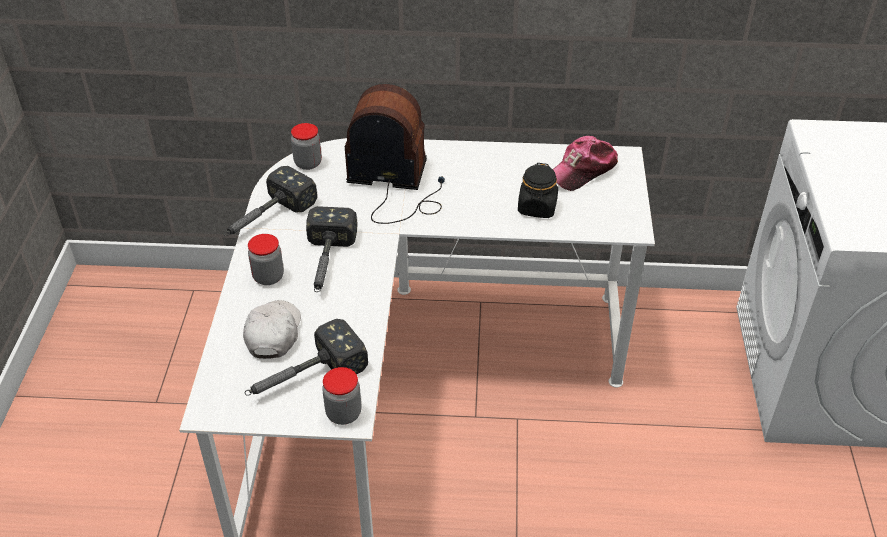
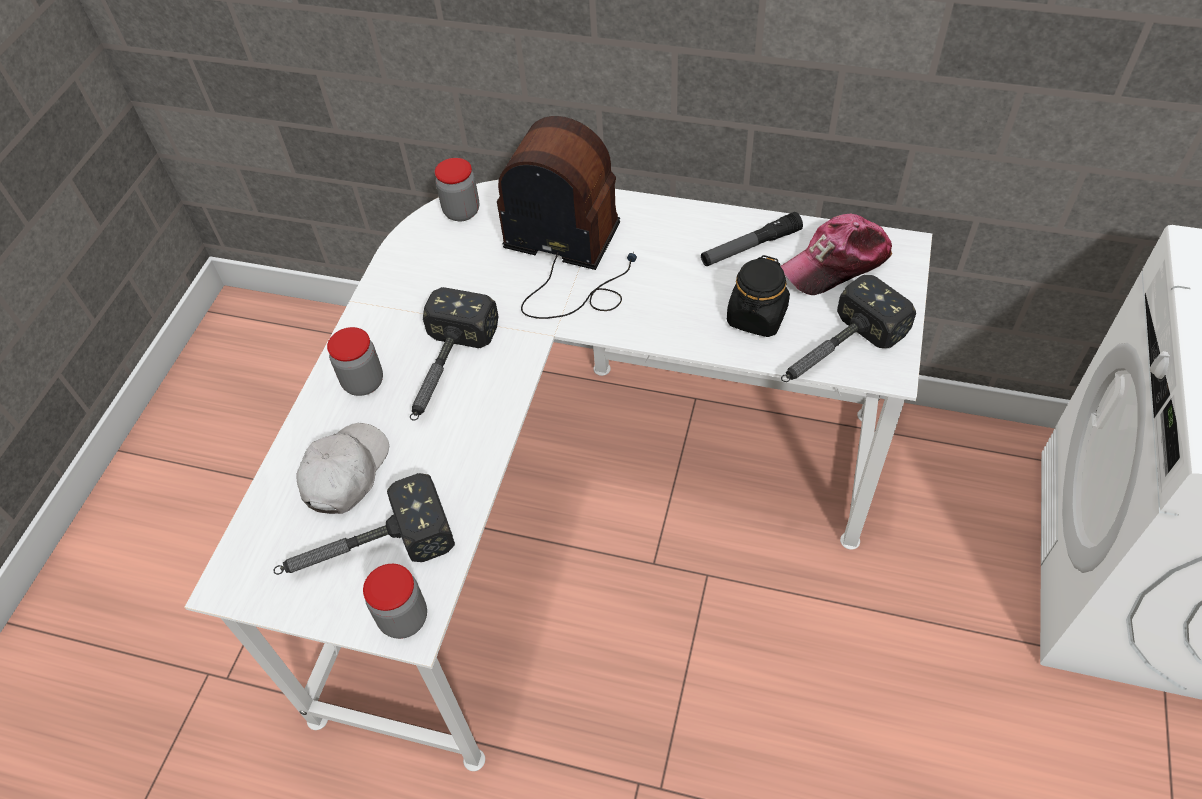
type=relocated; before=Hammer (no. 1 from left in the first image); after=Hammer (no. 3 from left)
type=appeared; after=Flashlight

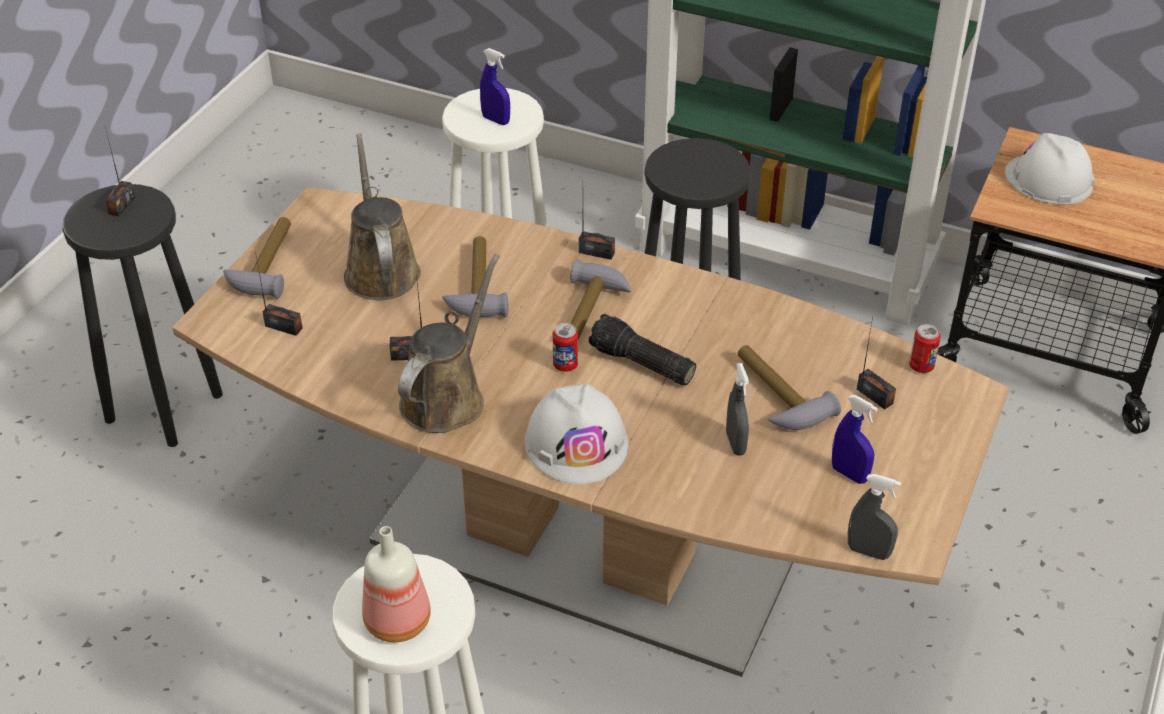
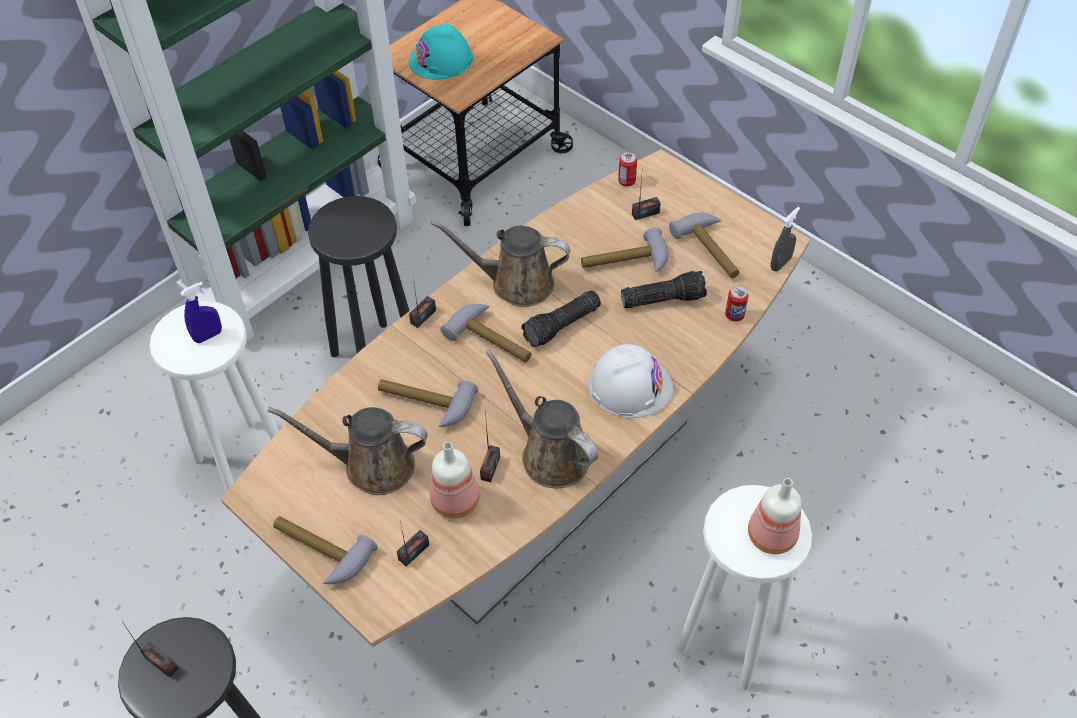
type=colour; before=WhiteHardHat (no. 2 from left); after=TurquoiseHardHat
type=relocated; before=Can (no. 1 from left in the first image); after=Can (no. 2 from left)
type=exchanged; before=GreySprayBottle (no. 1 from left); after=Flashlight (no. 2 from left)
type=exchanged; before=BlueSprayBottle (no. 2 from left); after=Hammer (no. 5 from left)
type=appeared; after=BrownWateringCan (no. 2 from left)
type=appeared; after=Bottle (no. 1 from left)

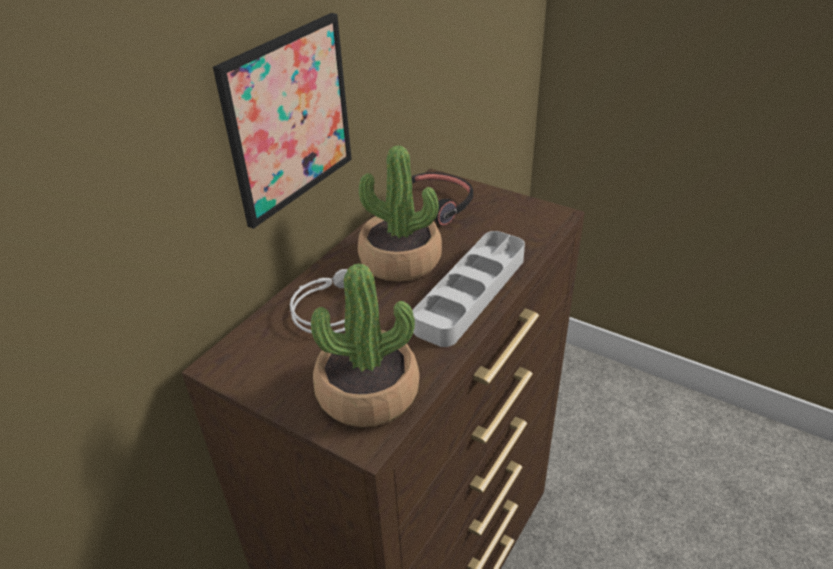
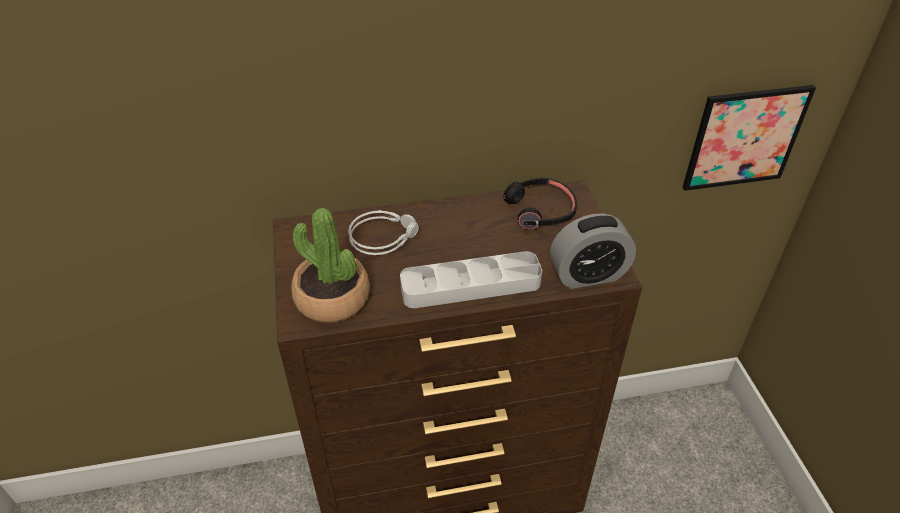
type=relocated; before=Picture
type=missing; before=PottedPlant (no. 2 from left)
type=appeared; after=AlarmClock

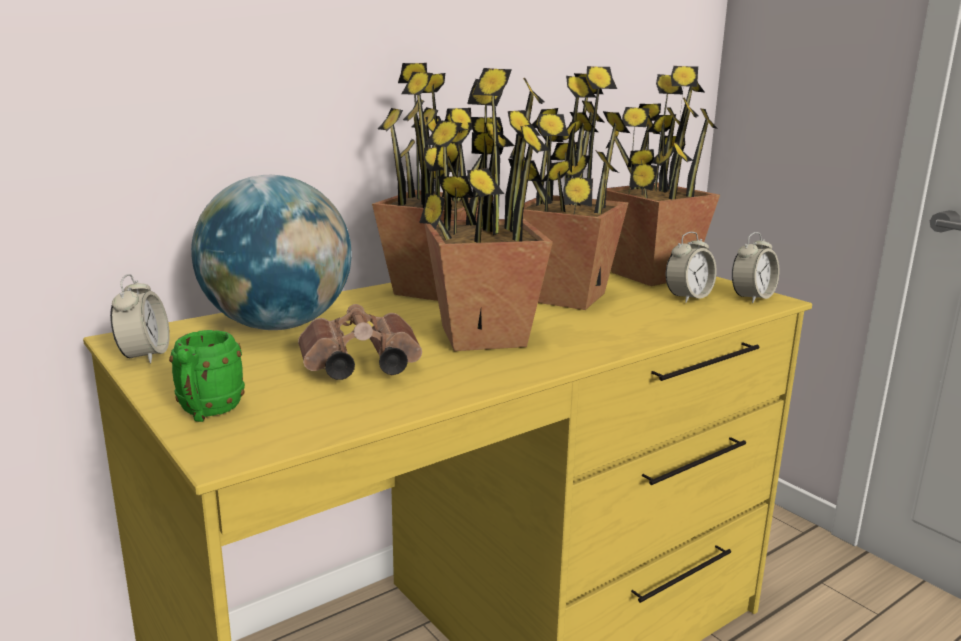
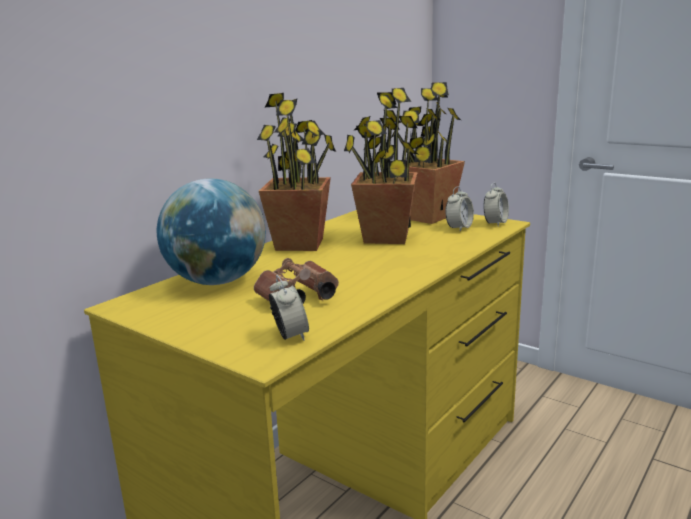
type=missing; before=PottedPlant (no. 2 from left)
type=relocated; before=AlarmClock (no. 1 from left)
type=missing; before=GreenMug

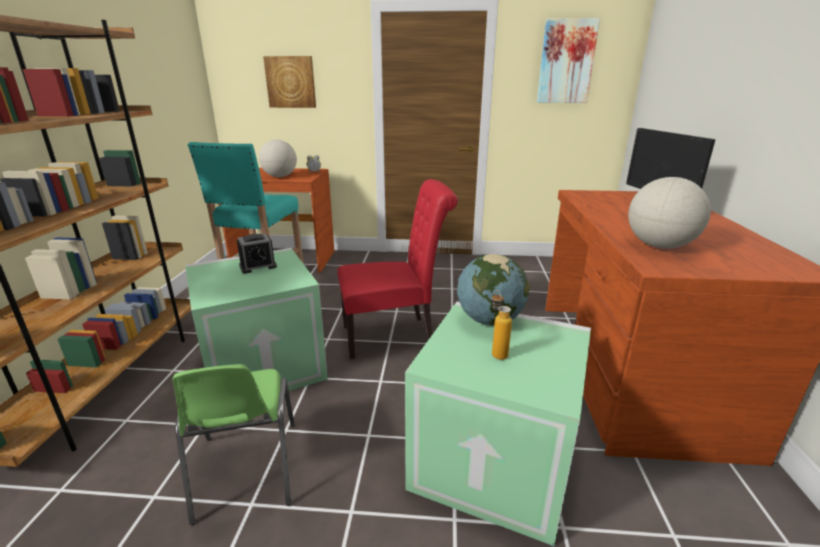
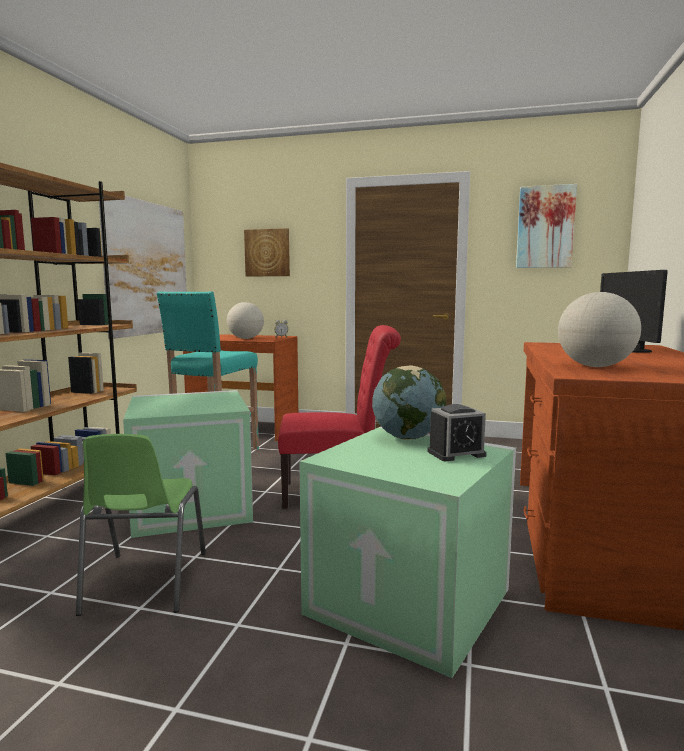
type=relocated; before=AlarmClock (no. 1 from left in the first image); after=AlarmClock (no. 2 from left)
type=missing; before=Bottle
type=appeared; after=Picture (no. 1 from left)

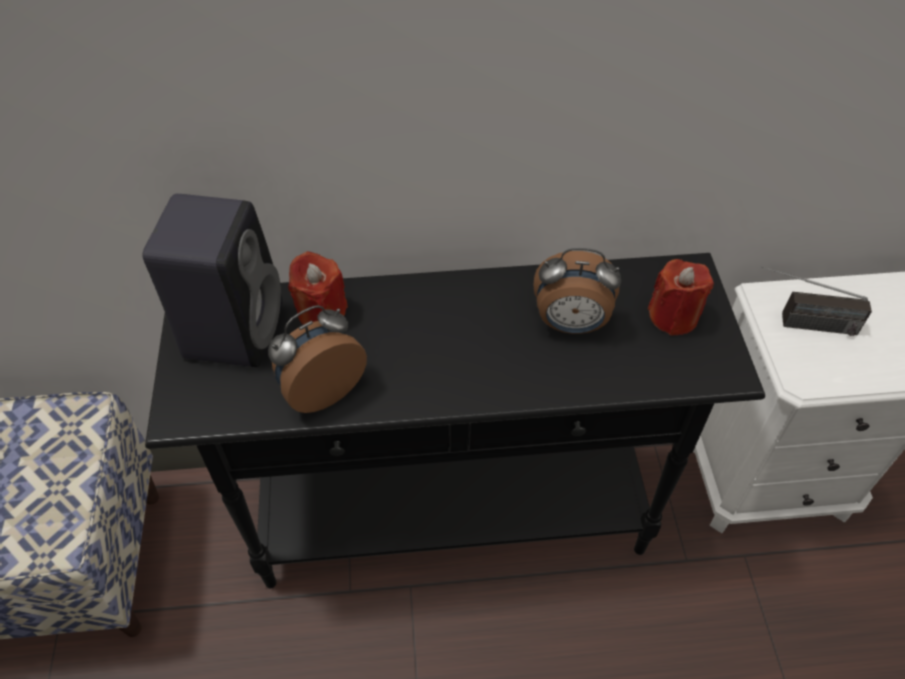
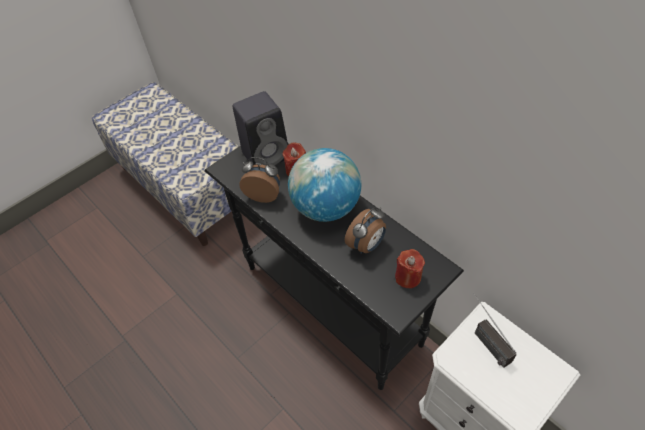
type=spun; before=AlarmClock (no. 2 from left); turn=-105
type=appeared; after=Globe

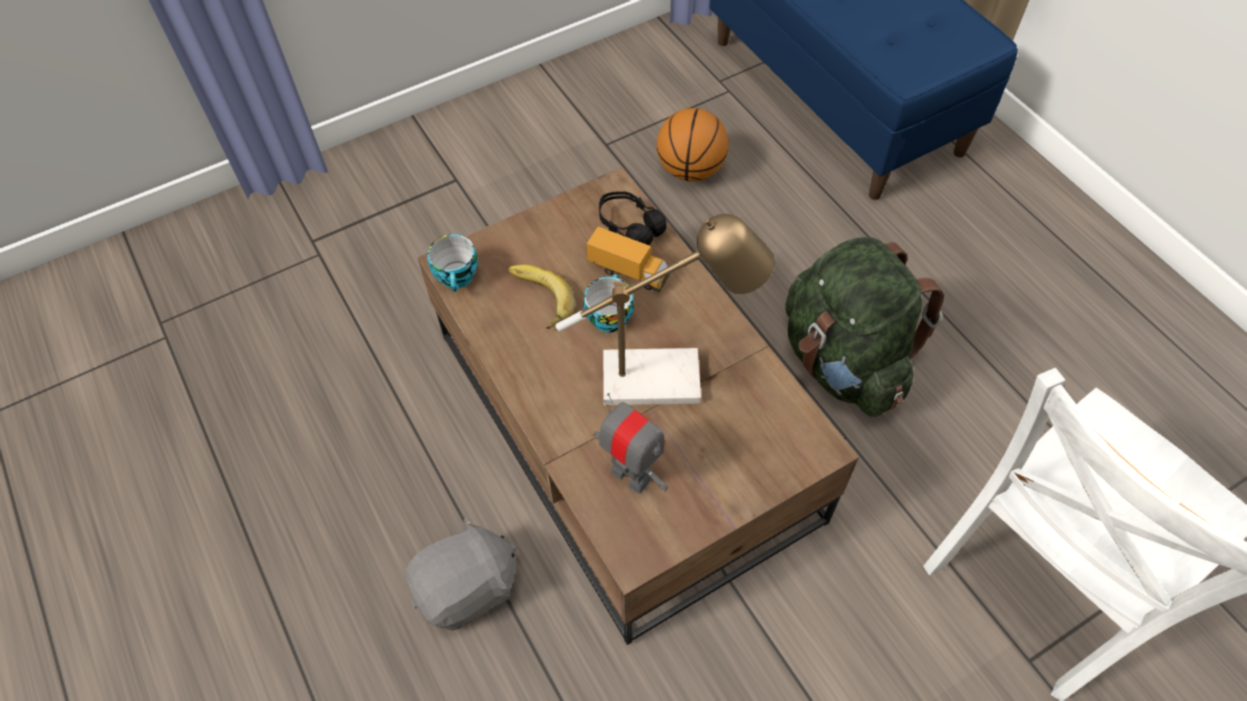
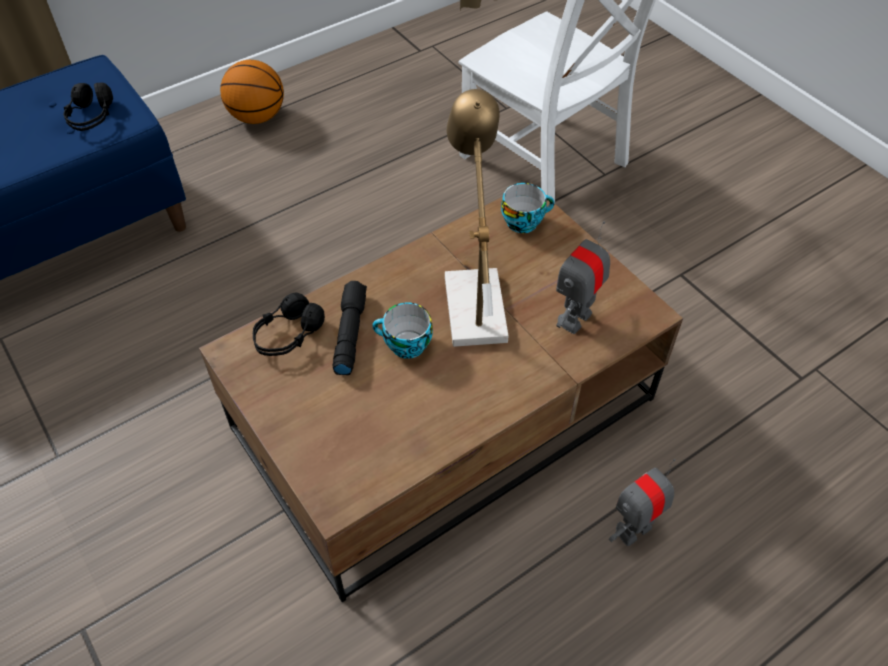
type=relocated; before=Basketball
type=exchanged; before=ToyTruck; after=BlackFlashlight
type=relocated; before=Cup (no. 1 from left in the first image); after=Cup (no. 2 from left)
type=missing; before=GreenBackpack
type=missing; before=Banana
type=exchanged; before=GreyPlushToy; after=ToyRobot (no. 2 from left)
type=appeared; after=BlackHeadphones (no. 1 from left)

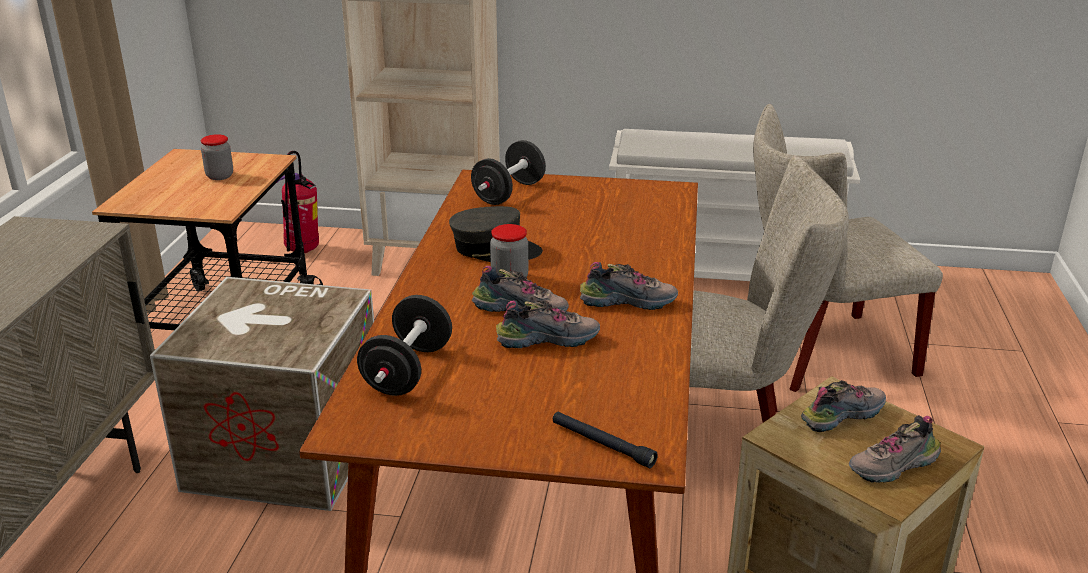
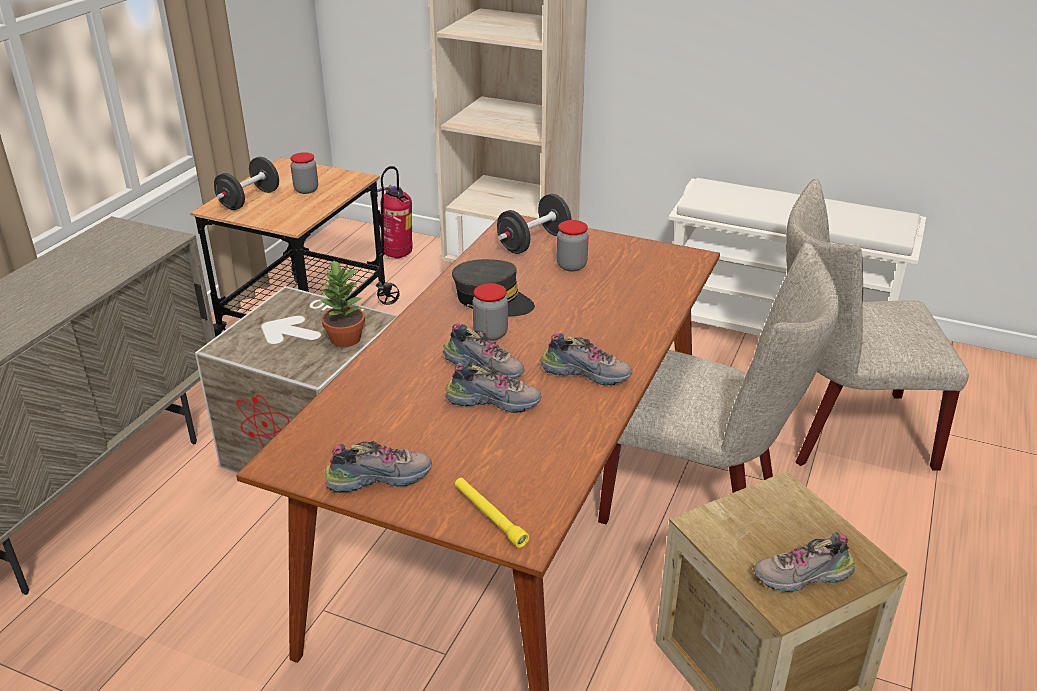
type=relocated; before=BlackDumbbell (no. 1 from left)
type=relocated; before=Shoe (no. 4 from left in the first image); after=Shoe (no. 1 from left)
type=colour; before=BlackFlashlight; after=YellowFlashlight
type=appeared; after=Jar (no. 3 from left)
type=appeared; after=PottedPlant

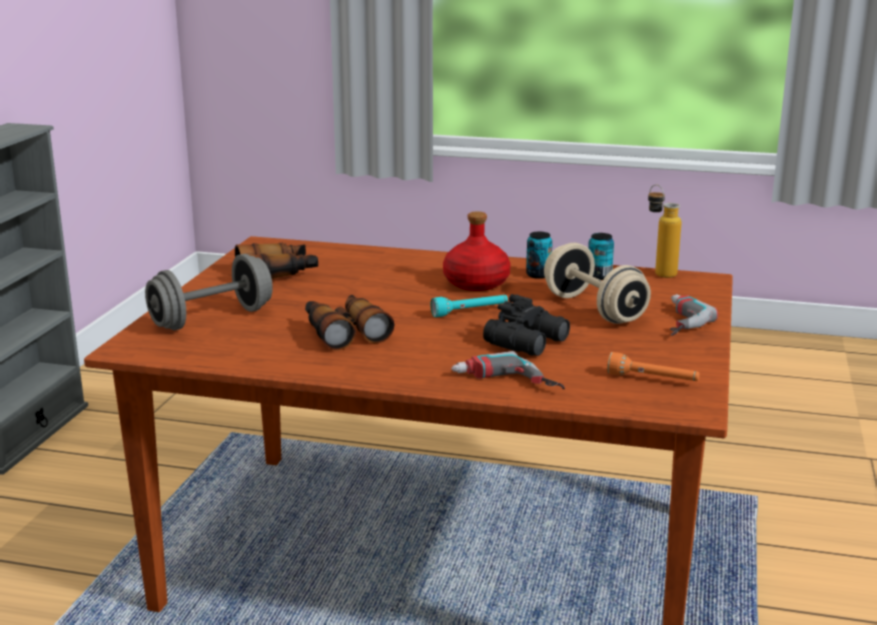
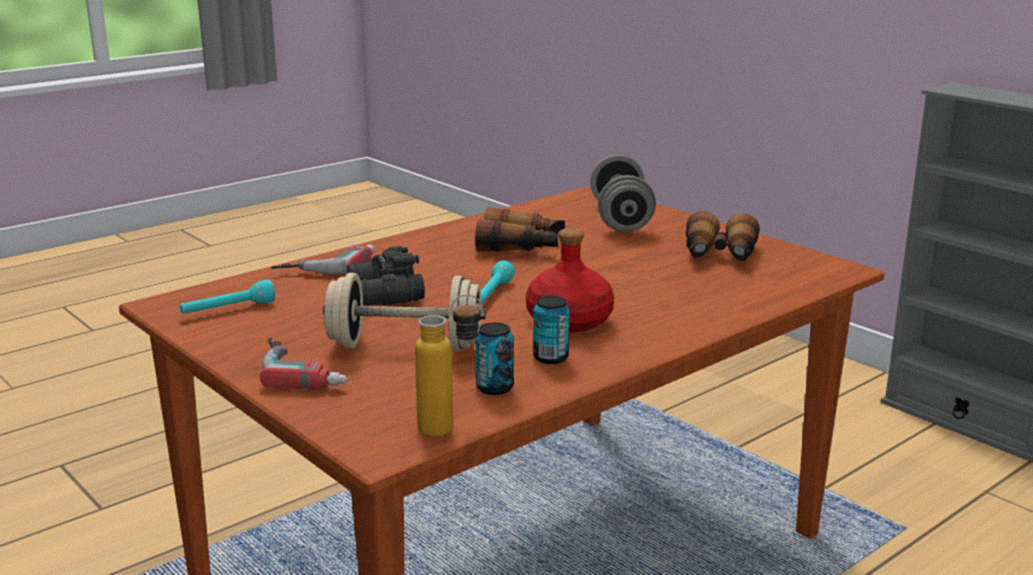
type=colour; before=OrangeFlashlight; after=TurquoiseFlashlight (no. 1 from left)

